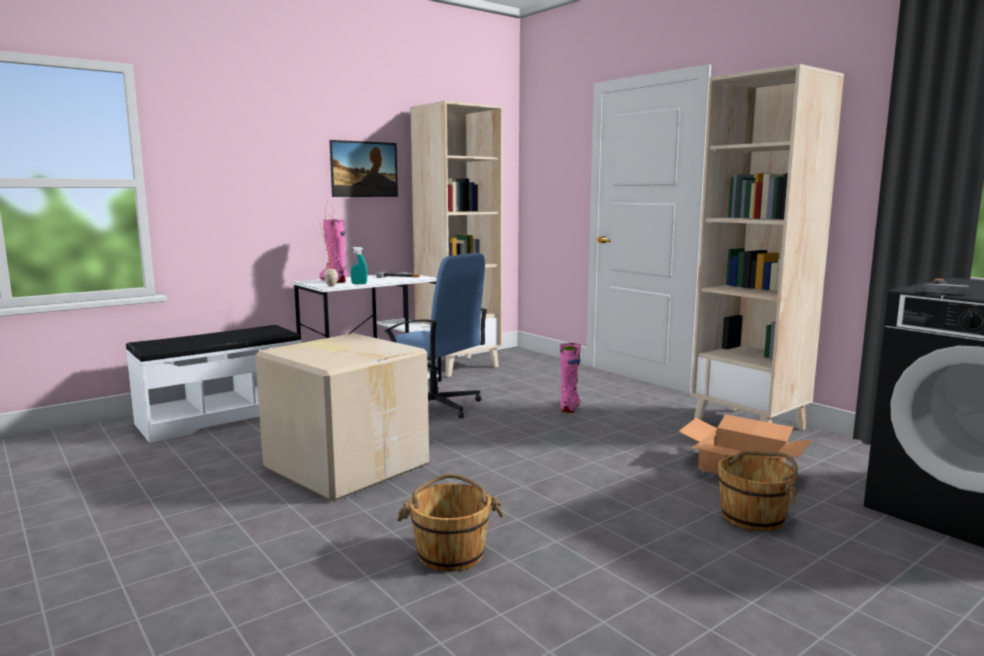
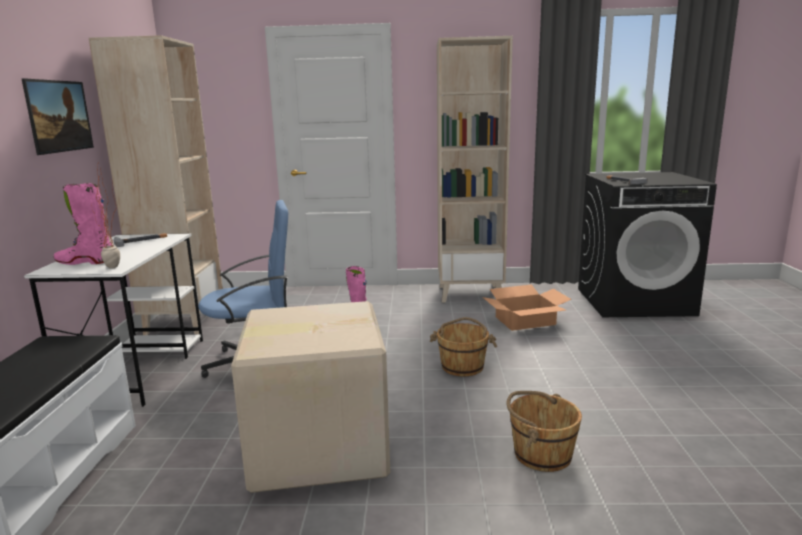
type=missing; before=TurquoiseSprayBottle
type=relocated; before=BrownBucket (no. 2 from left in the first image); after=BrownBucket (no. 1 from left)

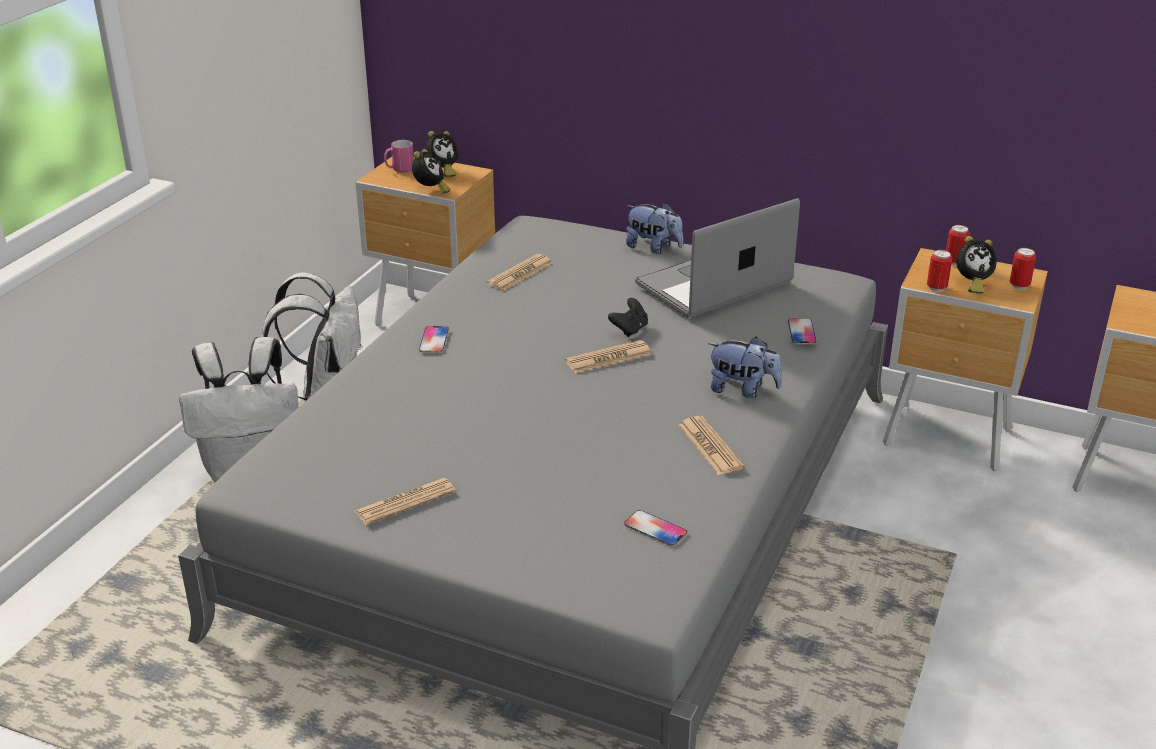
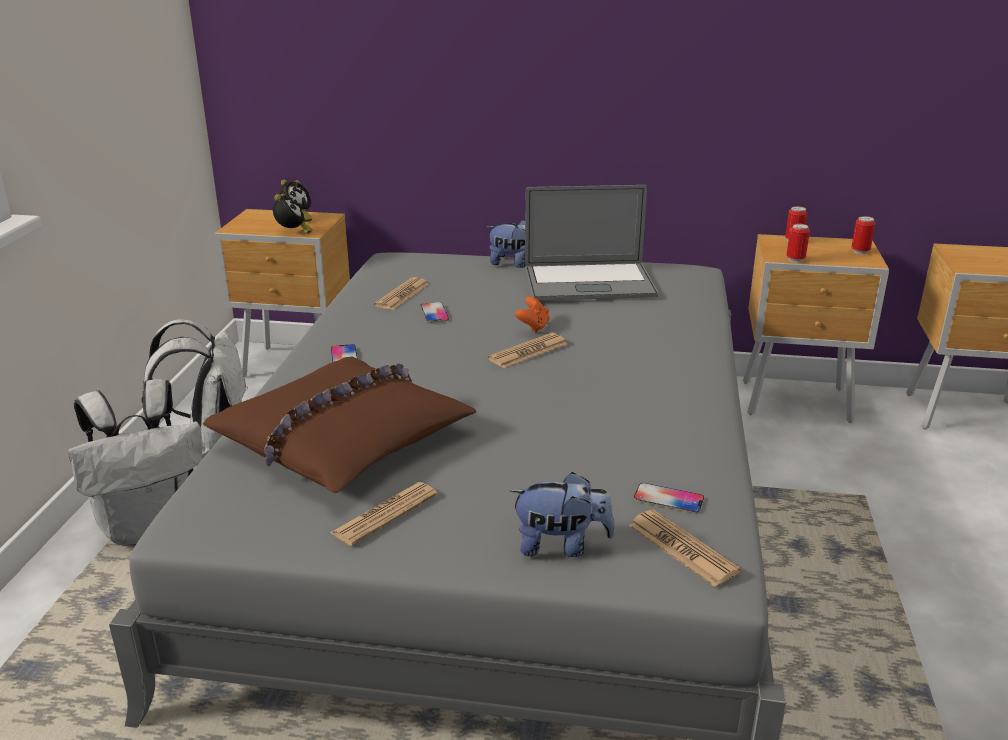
type=missing; before=PinkMug
type=spun; before=Laptop; turn=-135
type=missing; before=AlarmClock (no. 3 from left)
type=colour; before=BlackGameController; after=OrangeGameController
type=relocated; before=Phone (no. 3 from left in the first image); after=Phone (no. 2 from left)
type=relocated; before=PlushToy (no. 2 from left)
type=relocated; before=Newspaper (no. 4 from left)
type=appeared; after=BrownPillow

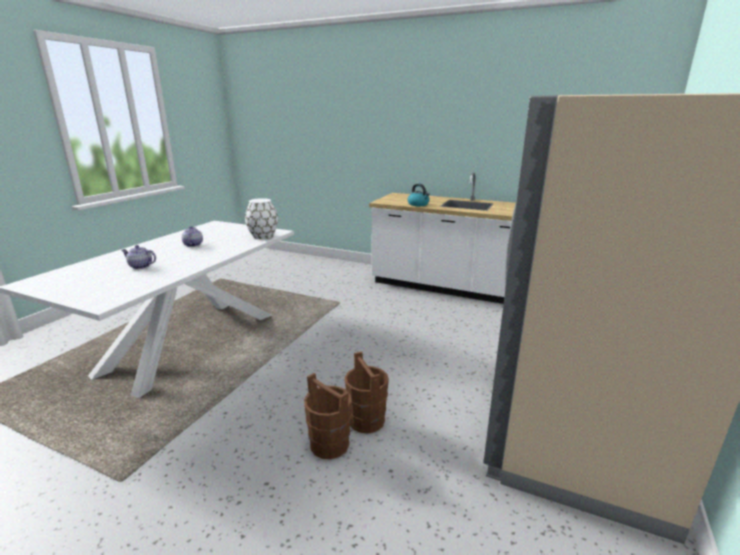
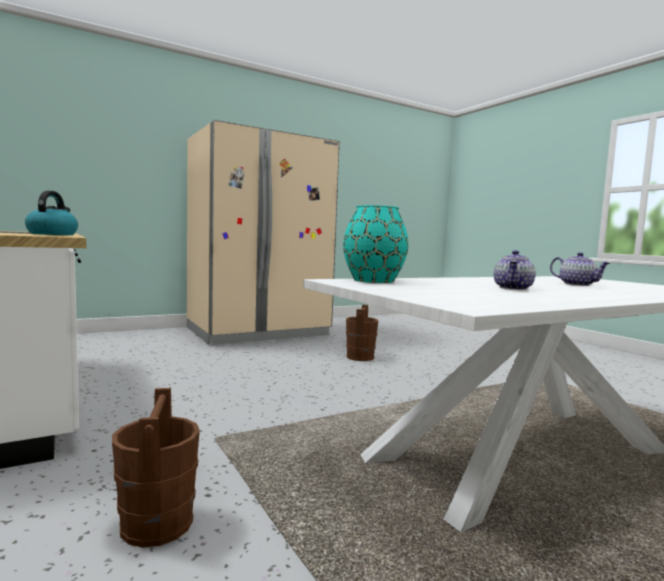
type=colour; before=WhiteVase; after=TurquoiseVase
type=relocated; before=BrownBucket (no. 1 from left)

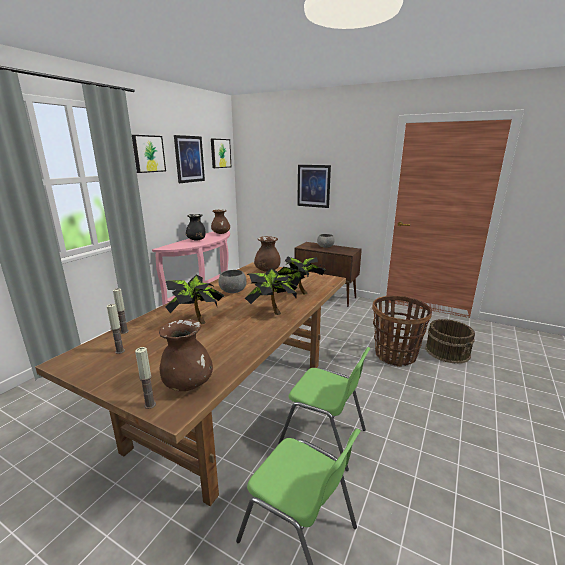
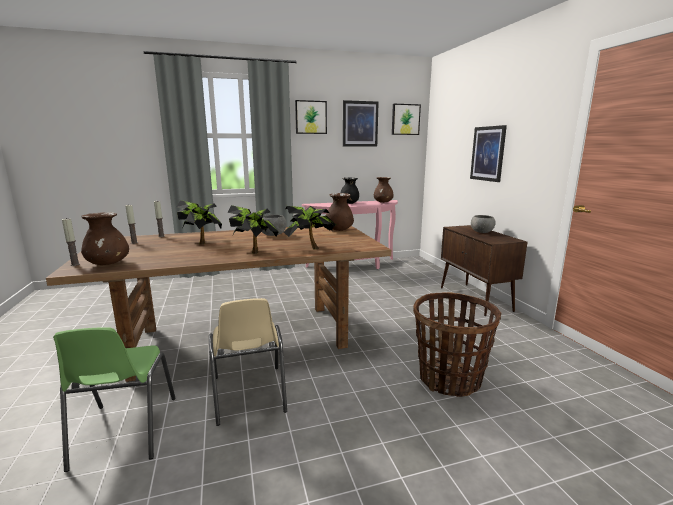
type=missing; before=BrownBucket
type=colour; before=GreenChair (no. 2 from left); after=BeigeChair

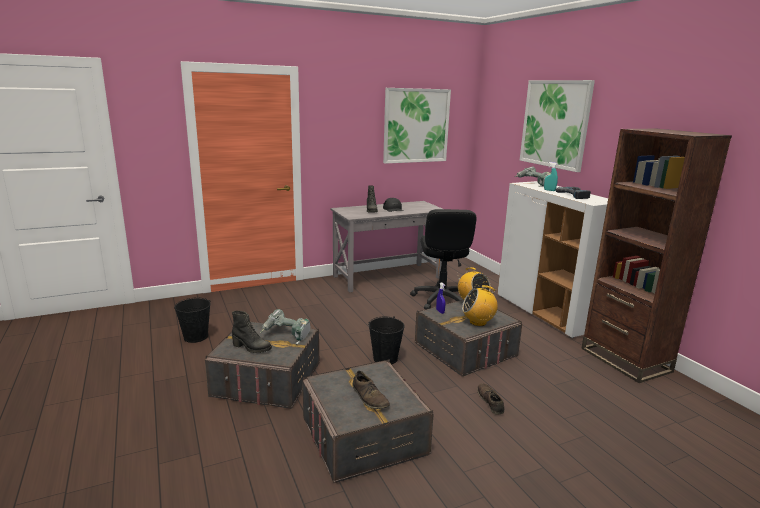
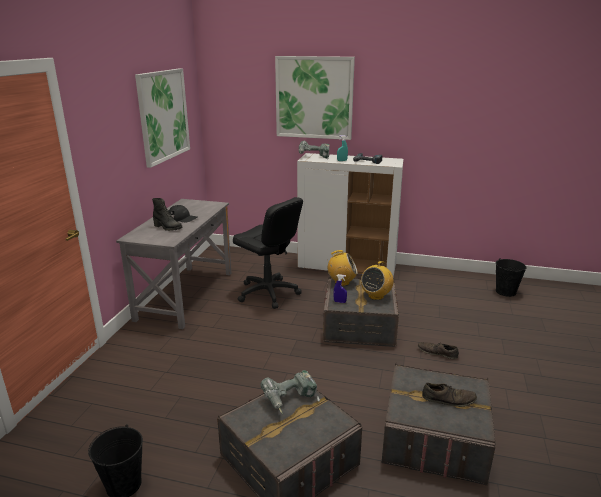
type=missing; before=BrownBookcase
type=missing; before=BlackBoot (no. 1 from left)
type=relocated; before=BlackBucket (no. 2 from left)

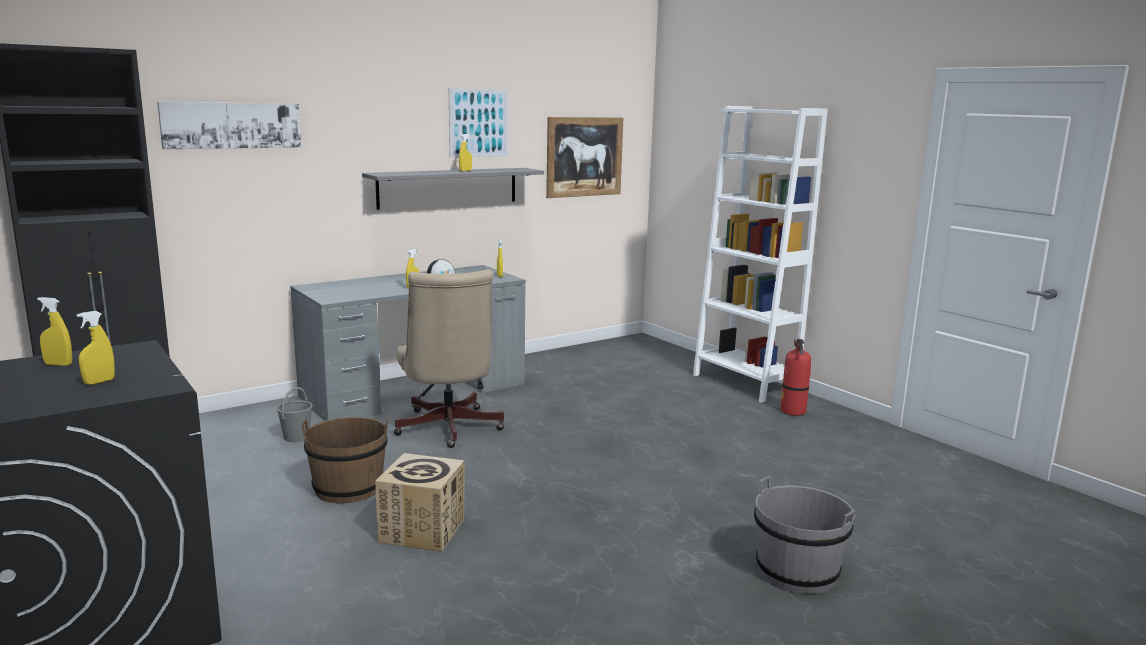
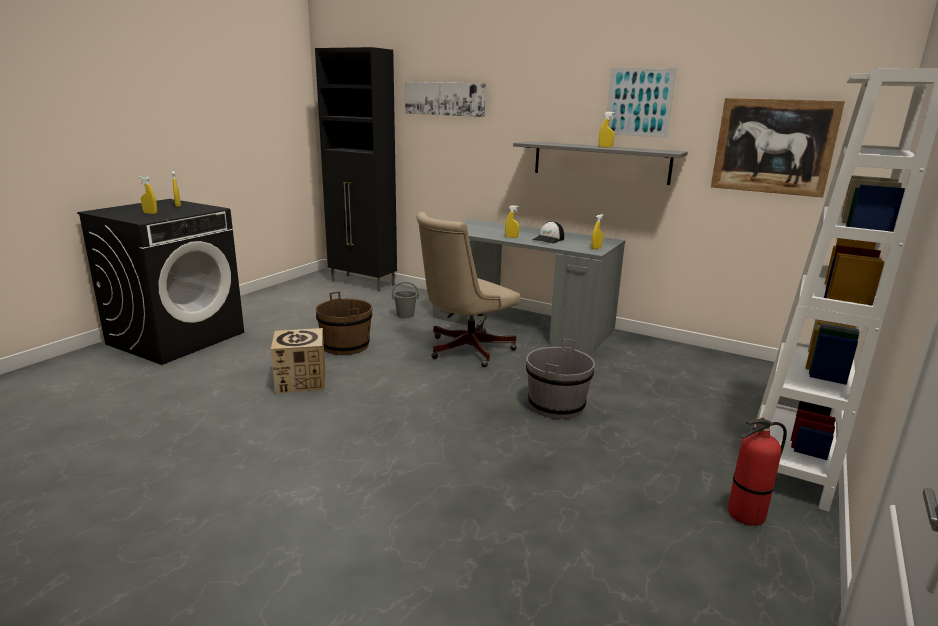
type=relocated; before=GreyBucket (no. 2 from left)

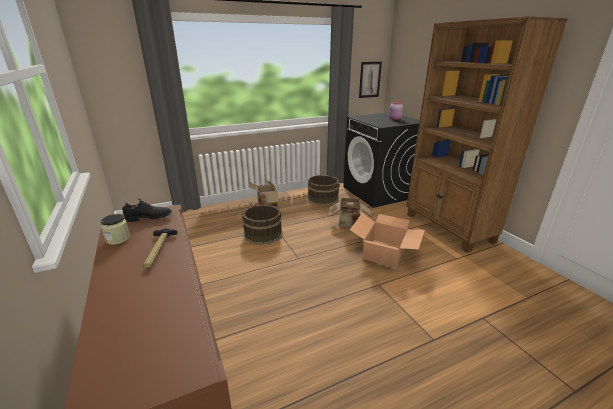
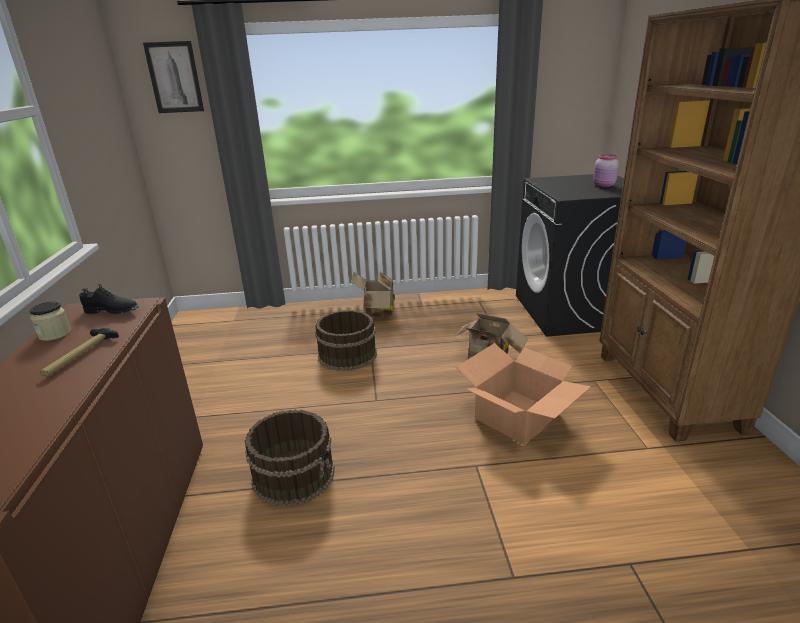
type=relocated; before=Picture
type=relocated; before=BrownBucket (no. 2 from left in the first image); after=BrownBucket (no. 1 from left)

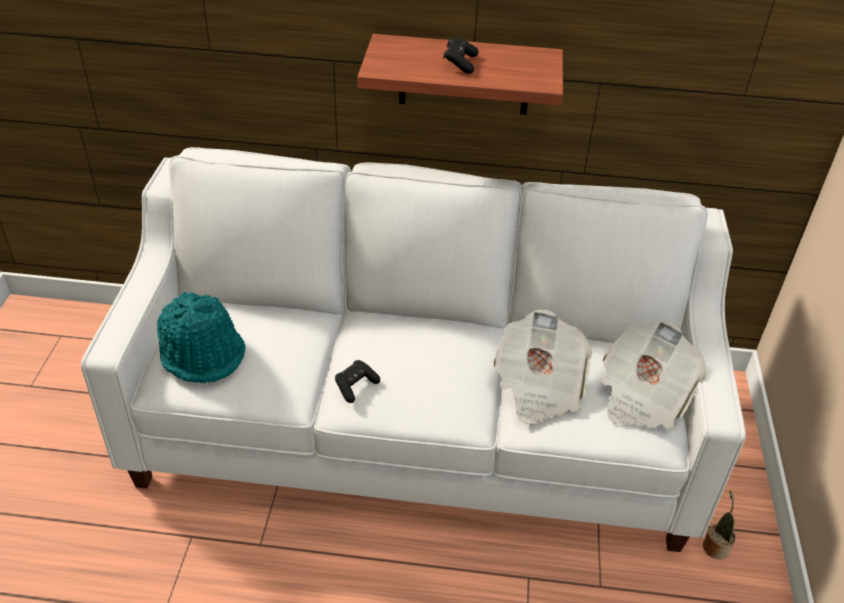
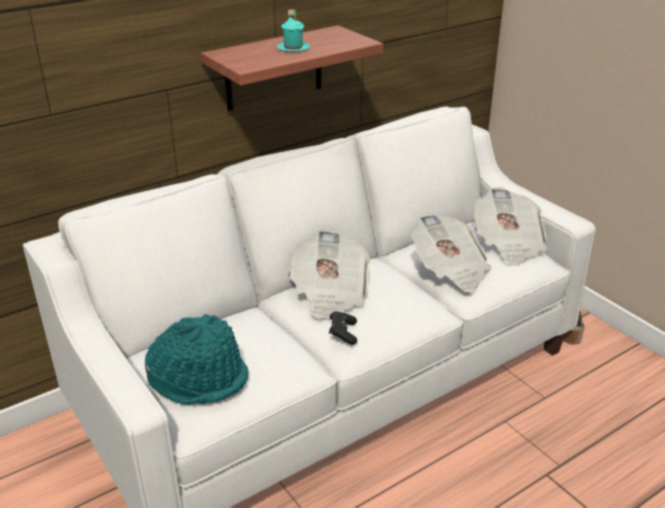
type=exchanged; before=BlackGameController (no. 2 from left); after=TurquoiseMug
type=appeared; after=Newspaper (no. 1 from left)

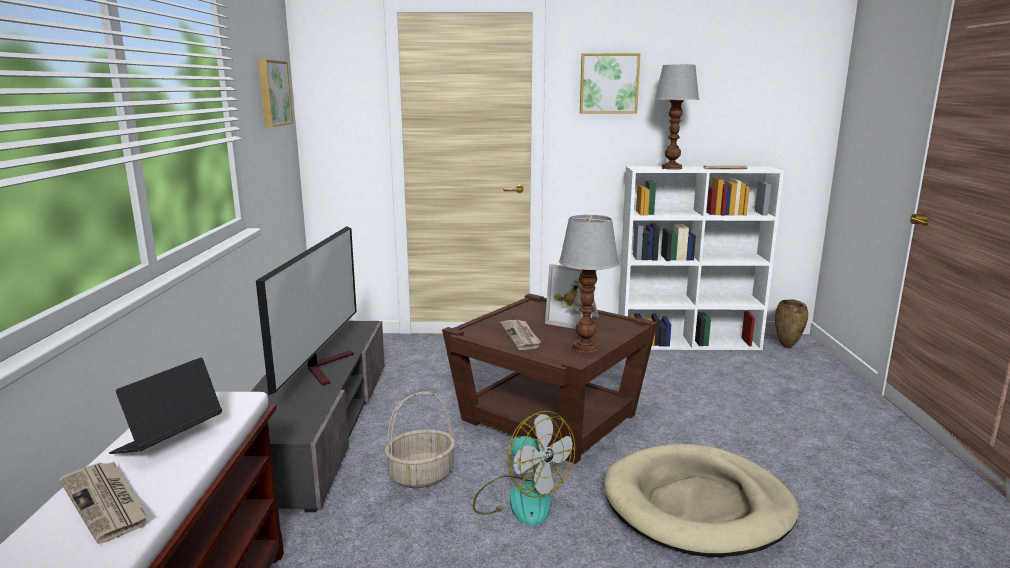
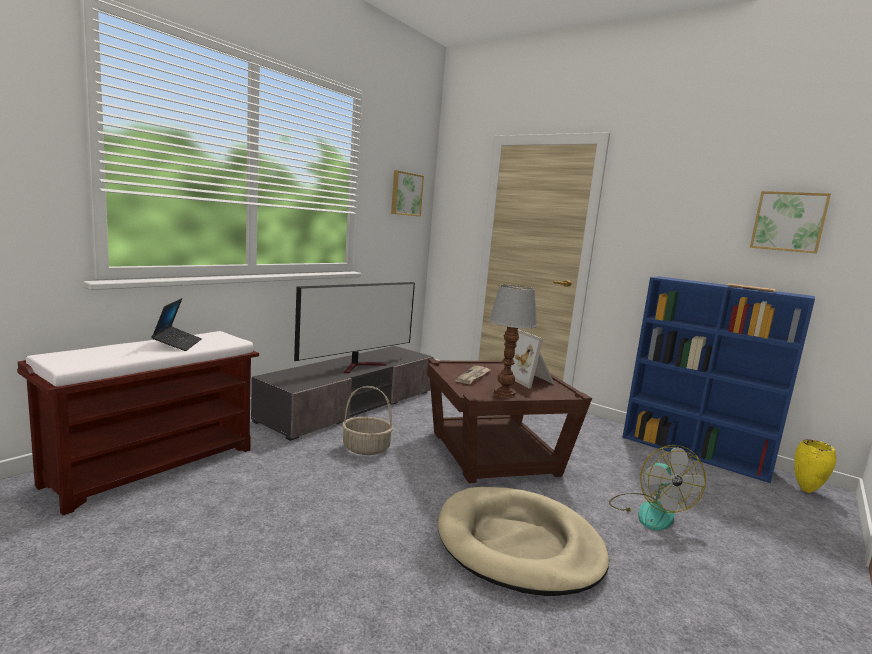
type=relocated; before=Picture (no. 2 from left)
type=missing; before=TableLamp (no. 2 from left)
type=colour; before=WhiteBookcase; after=BlueBookcase
type=colour; before=BrownVase; after=YellowVase
type=spun; before=Laptop; turn=105
type=relocated; before=Fan
type=missing; before=Newspaper (no. 1 from left)

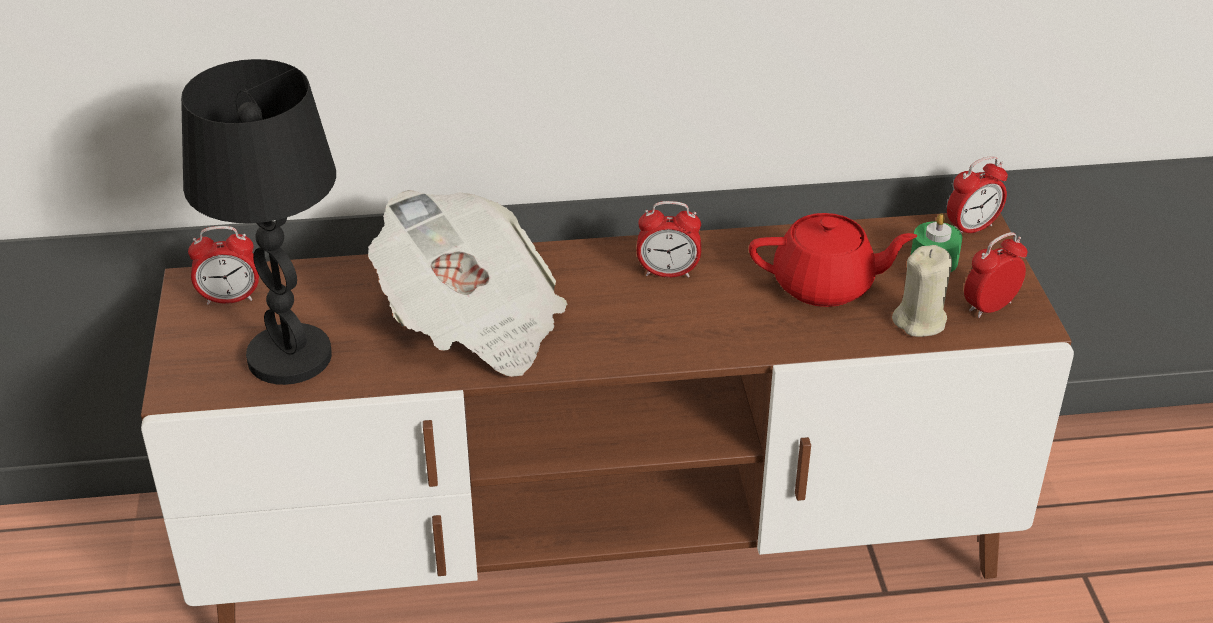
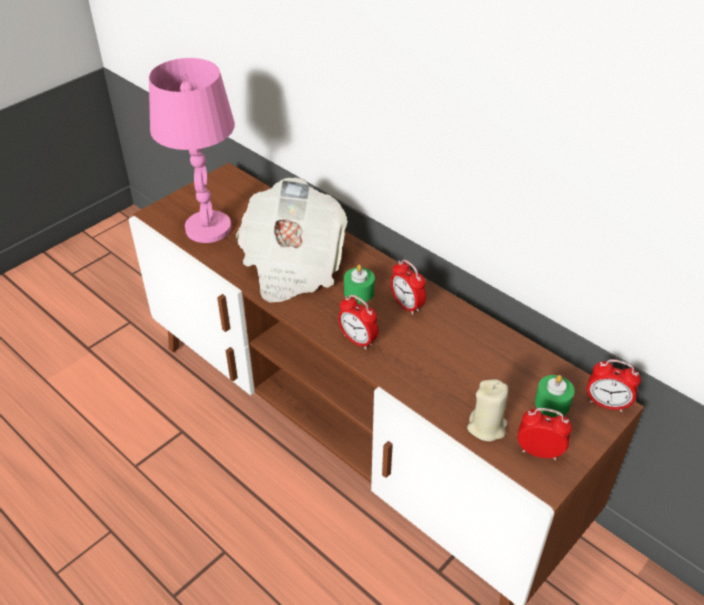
type=colour; before=BlackTableLamp; after=PinkTableLamp
type=missing; before=RedTeapot
type=relocated; before=AlarmClock (no. 1 from left)
type=appeared; after=GreenCandle (no. 1 from left)

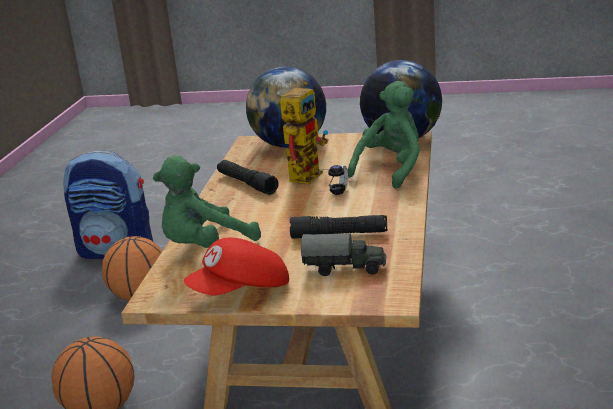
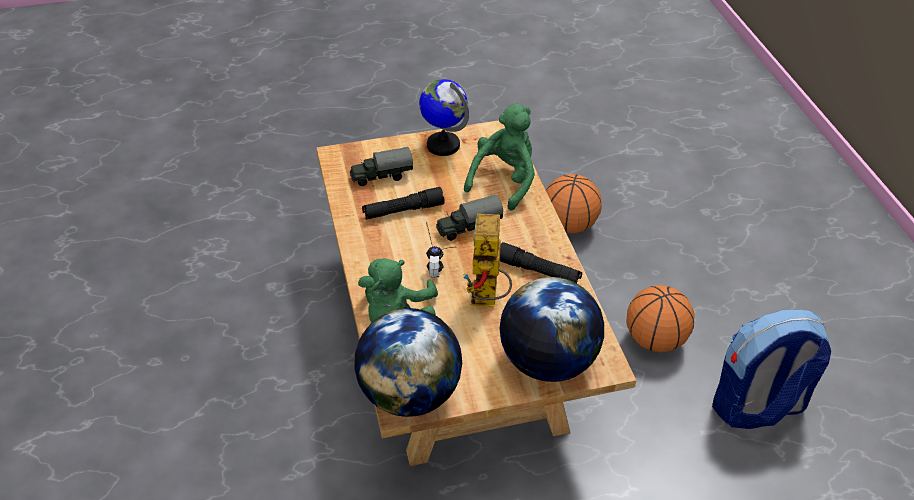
type=exchanged; before=RedCap; after=Globe (no. 2 from left)
type=appeared; after=ToyTruck (no. 2 from left)

